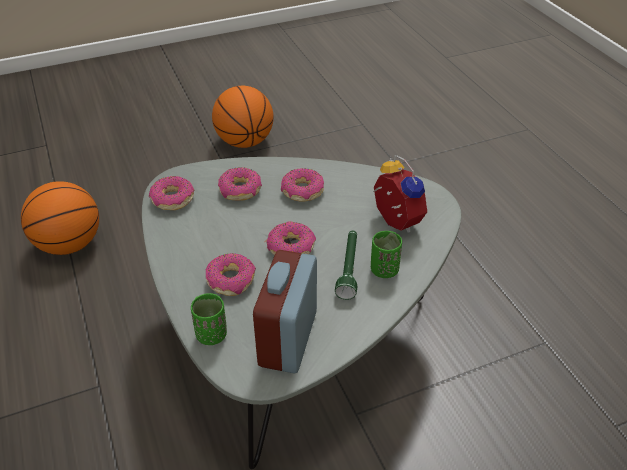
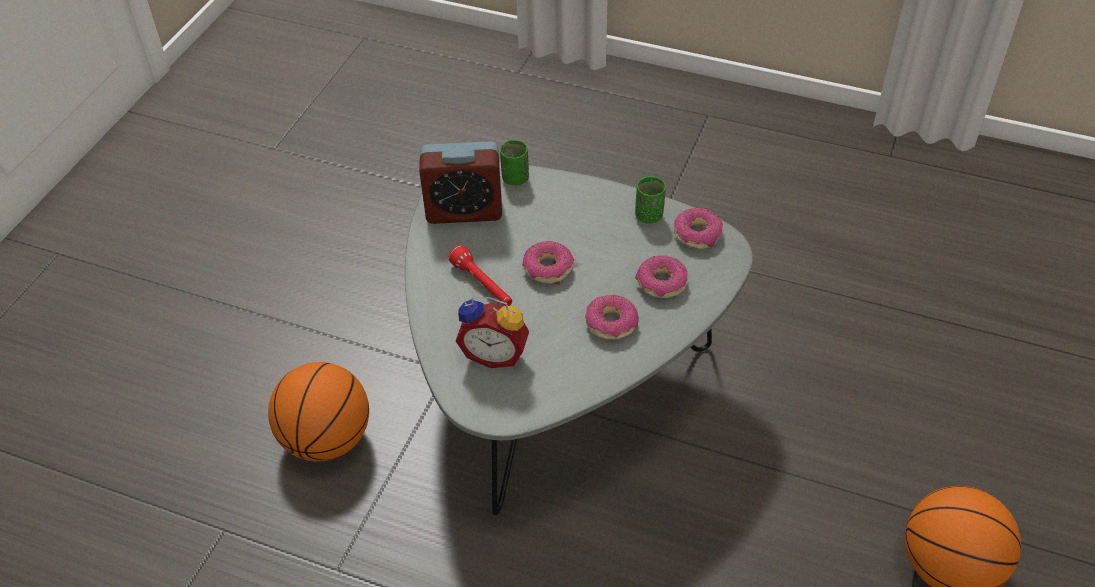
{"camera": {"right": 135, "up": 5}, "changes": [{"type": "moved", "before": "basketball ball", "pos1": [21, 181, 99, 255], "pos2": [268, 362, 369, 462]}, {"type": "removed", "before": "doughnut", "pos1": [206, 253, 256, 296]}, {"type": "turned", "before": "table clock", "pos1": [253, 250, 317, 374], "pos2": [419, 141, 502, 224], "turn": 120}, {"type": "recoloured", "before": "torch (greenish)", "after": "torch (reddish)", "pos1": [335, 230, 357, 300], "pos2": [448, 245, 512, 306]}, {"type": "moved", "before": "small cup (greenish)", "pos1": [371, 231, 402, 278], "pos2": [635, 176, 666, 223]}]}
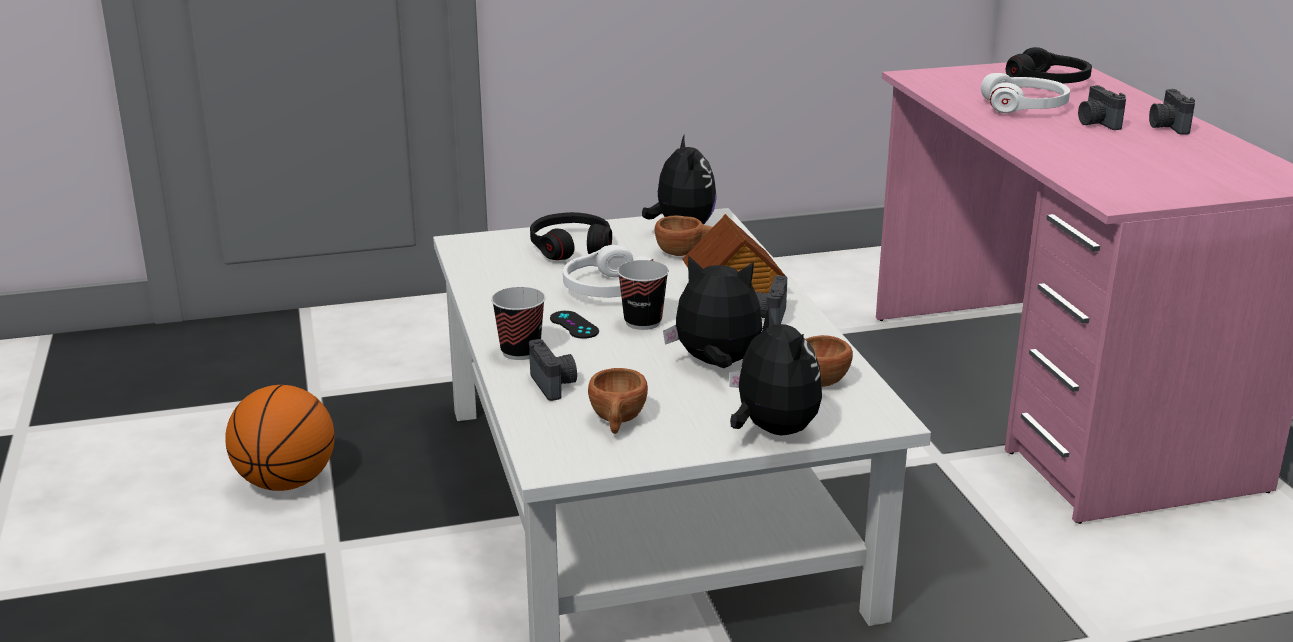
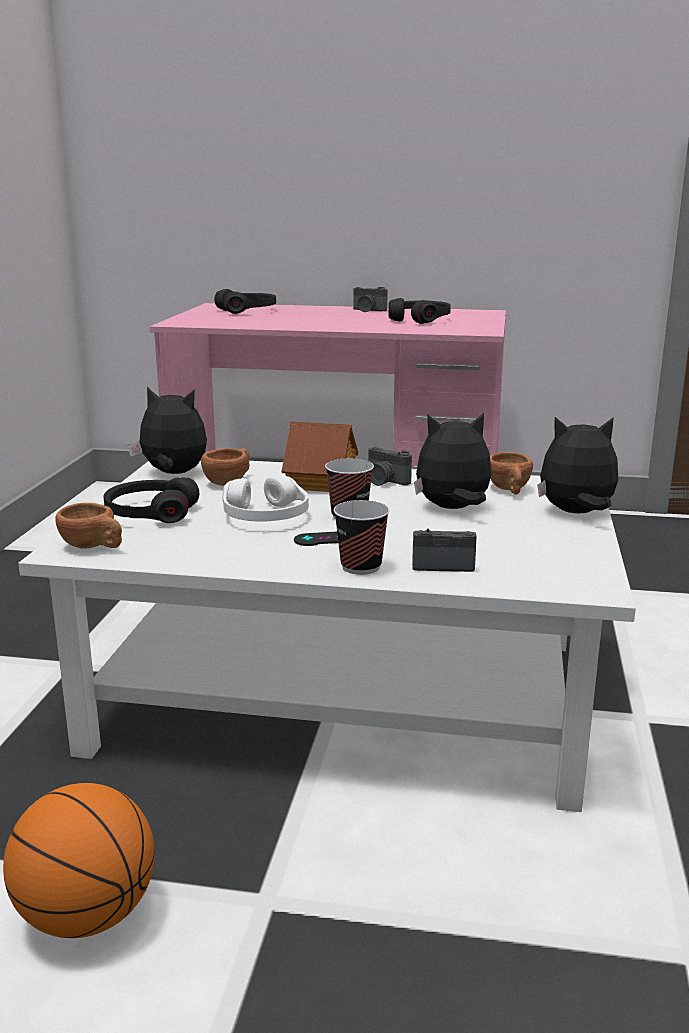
{"camera": {"right": -65, "up": -5}, "changes": [{"type": "moved", "before": "small cup (brown-coloured)", "pos1": [588, 368, 648, 434], "pos2": [55, 503, 122, 548]}, {"type": "turned", "before": "cuddly toy", "pos1": [663, 256, 763, 368], "pos2": [414, 413, 491, 509], "turn": 45}, {"type": "removed", "before": "pair of headphones (white)", "pos1": [981, 73, 1070, 113]}, {"type": "removed", "before": "photo camera", "pos1": [1078, 85, 1126, 130]}, {"type": "added", "after": "pair of headphones (black)", "pos2": [388, 298, 451, 324]}]}
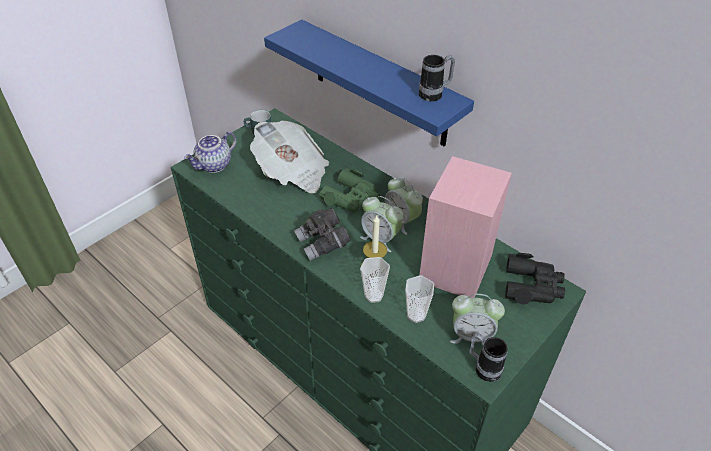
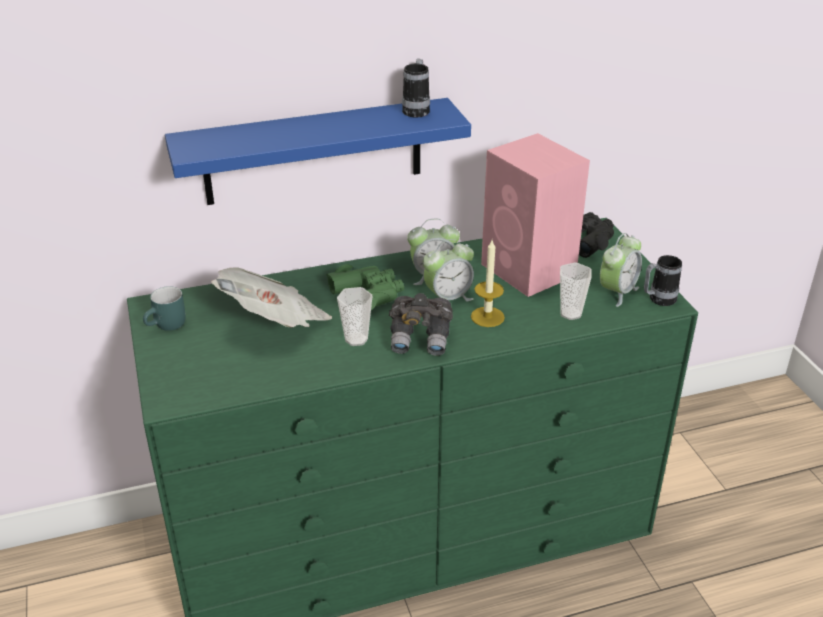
{"camera": {"right": -60, "up": -10}, "changes": [{"type": "removed", "before": "tea pot", "pos1": [184, 132, 237, 173]}, {"type": "moved", "before": "small cup", "pos1": [360, 257, 390, 303], "pos2": [337, 287, 372, 346]}]}
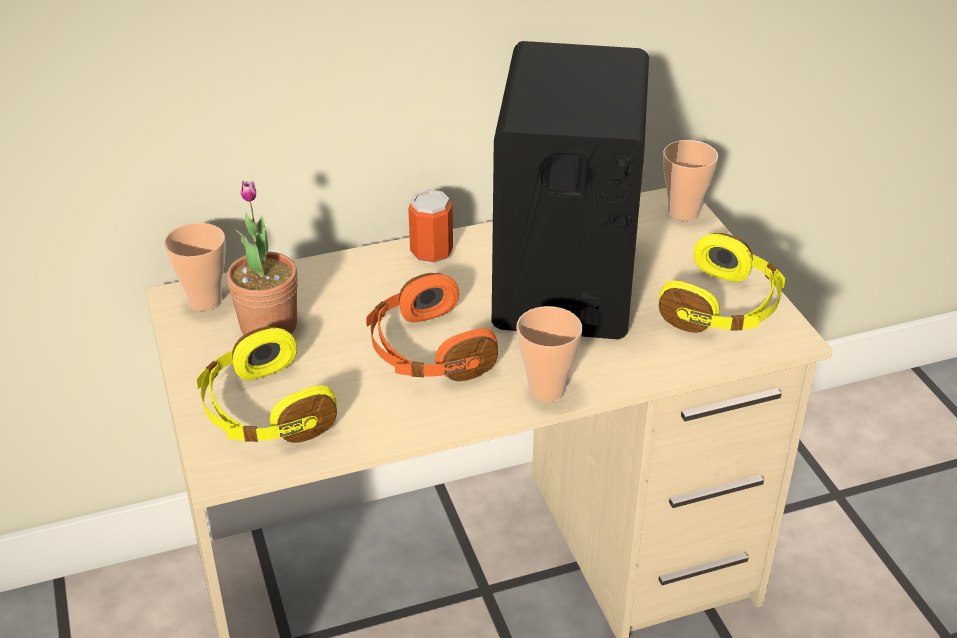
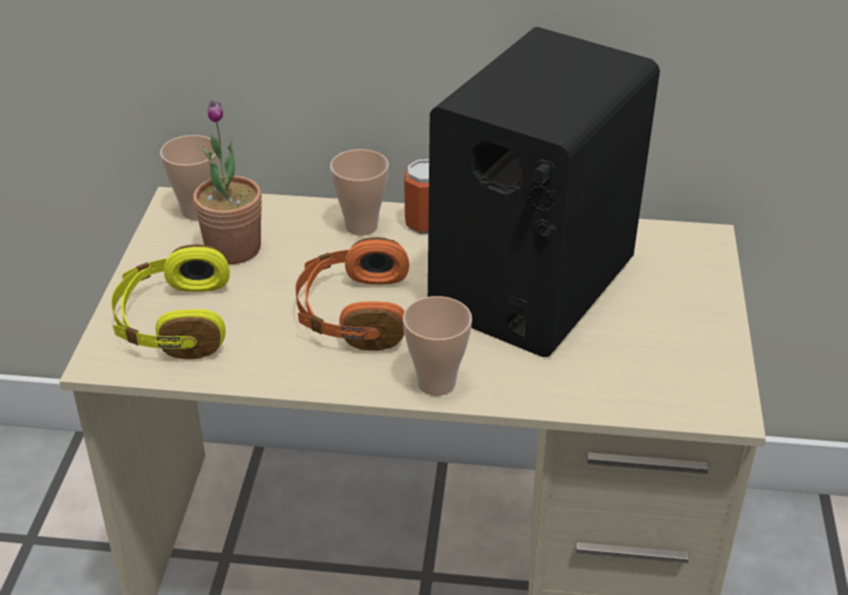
{"camera": {"right": 25, "up": 0}, "changes": [{"type": "removed", "before": "pair of headphones (yellowish)", "pos1": [659, 233, 786, 333]}, {"type": "moved", "before": "small cup", "pos1": [663, 140, 718, 221], "pos2": [330, 149, 389, 236]}]}
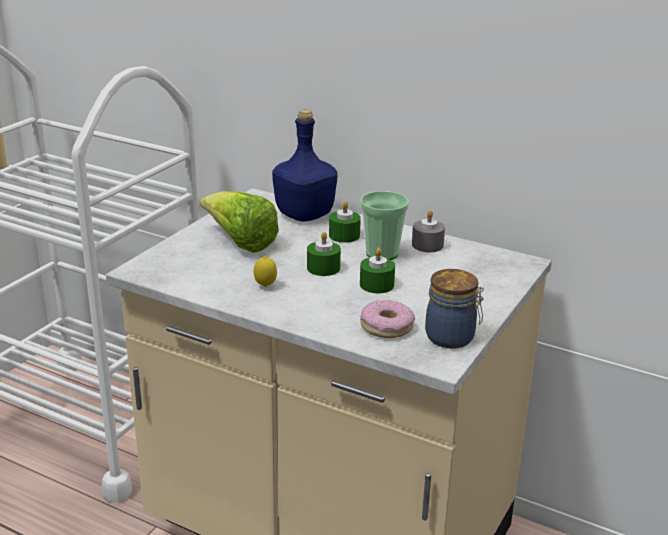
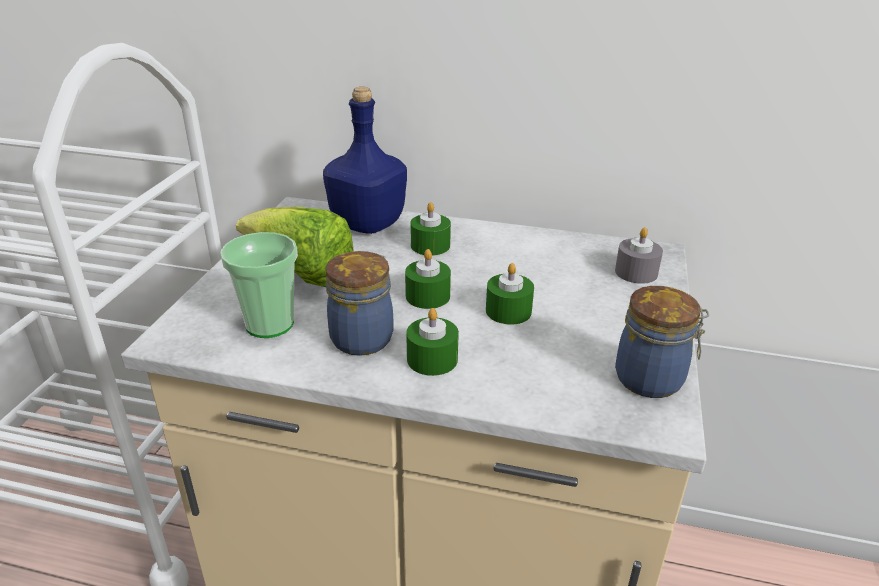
{"camera": {"right": -15, "up": 5}, "changes": [{"type": "replaced", "before": "lemon", "after": "preserve jar", "pos1": [254, 256, 277, 287], "pos2": [326, 251, 394, 356]}, {"type": "moved", "before": "small cup", "pos1": [360, 191, 409, 260], "pos2": [220, 232, 298, 338]}, {"type": "removed", "before": "doughnut", "pos1": [360, 300, 415, 338]}, {"type": "moved", "before": "wax candle (greyish)", "pos1": [412, 210, 445, 252], "pos2": [615, 227, 663, 284]}, {"type": "added", "after": "wax candle (greenish)", "pos2": [406, 308, 459, 376]}]}
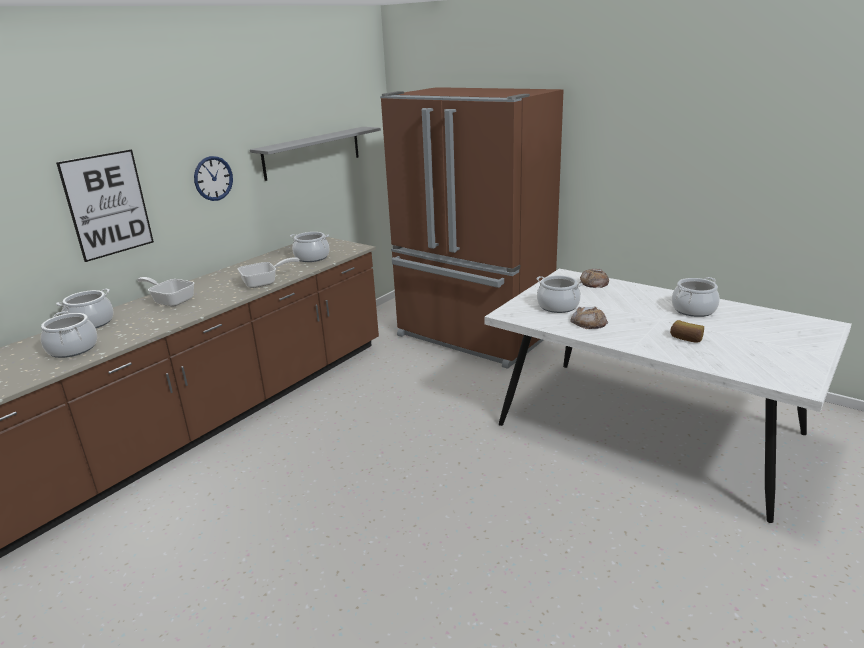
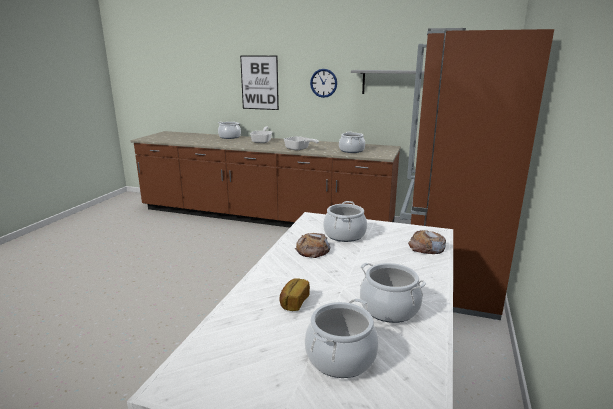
{"camera": {"right": 70, "up": -5}, "changes": [{"type": "moved", "before": "cooking pot", "pos1": [41, 311, 97, 358], "pos2": [305, 298, 379, 378]}]}
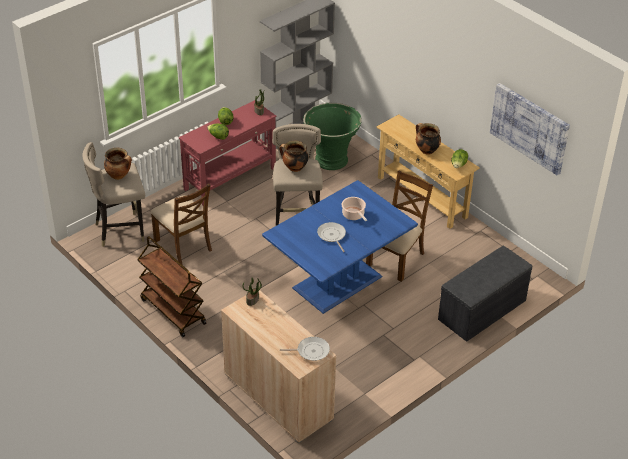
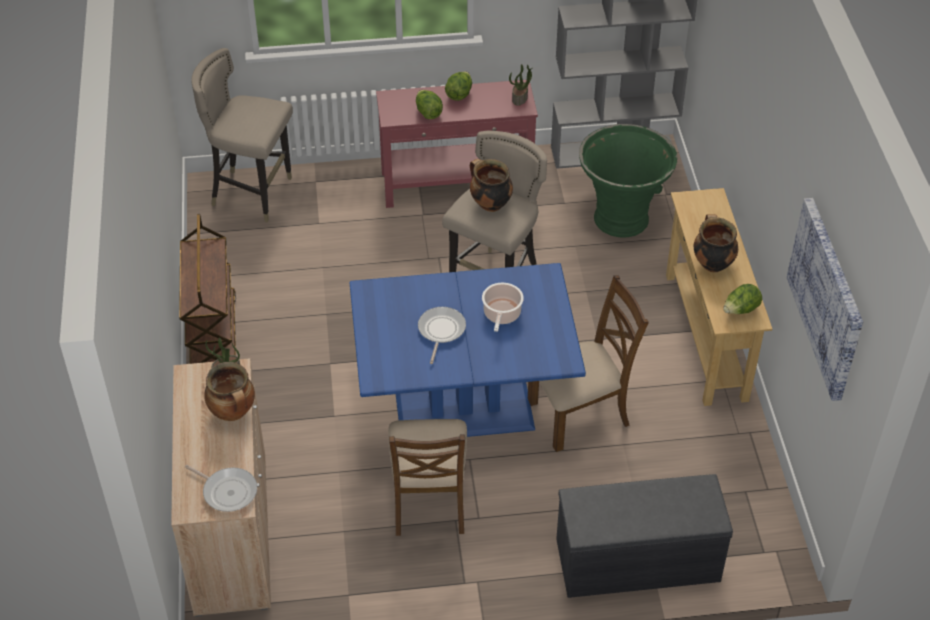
{"camera": {"right": 35, "up": 5}, "changes": [{"type": "moved", "before": "cooking pot", "pos1": [104, 148, 132, 180], "pos2": [204, 362, 255, 421]}, {"type": "moved", "before": "upright chair (brown-coloured)", "pos1": [151, 183, 212, 265], "pos2": [388, 419, 467, 536]}]}
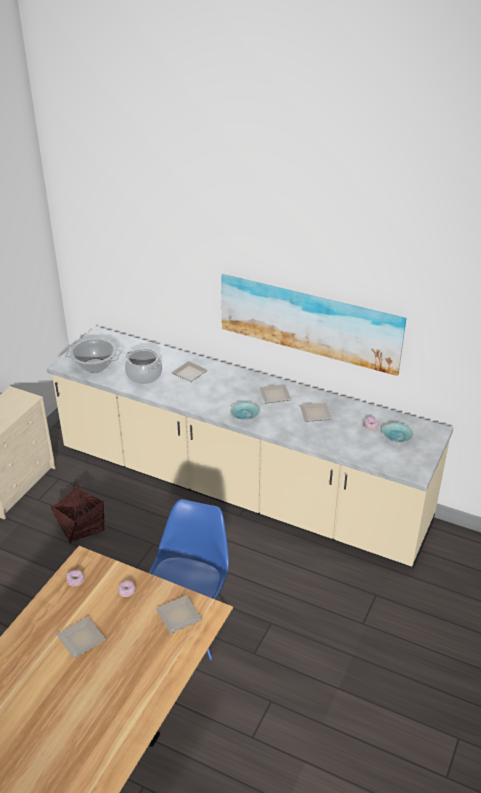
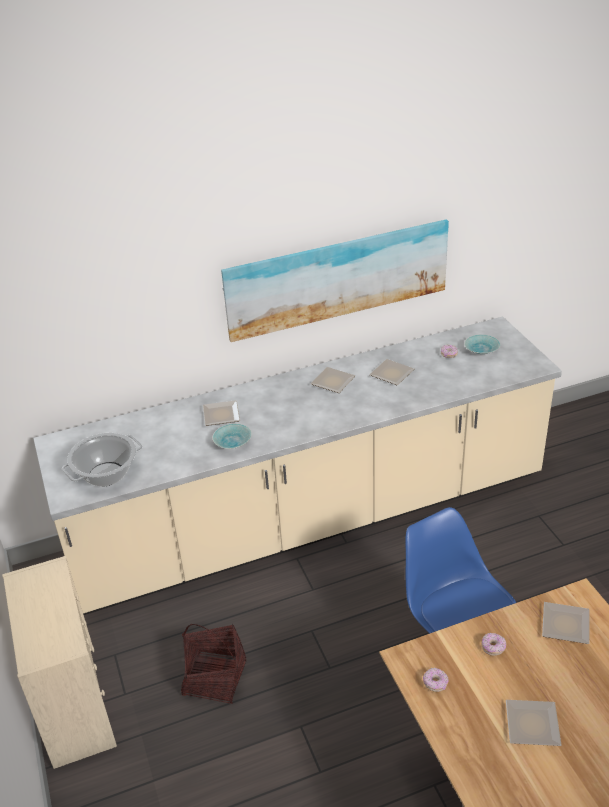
{"camera": {"right": -45, "up": 0}, "changes": [{"type": "removed", "before": "cooking pot", "pos1": [125, 348, 162, 384]}, {"type": "moved", "before": "serving bowl (blue-green)", "pos1": [230, 402, 260, 420], "pos2": [212, 424, 252, 449]}]}
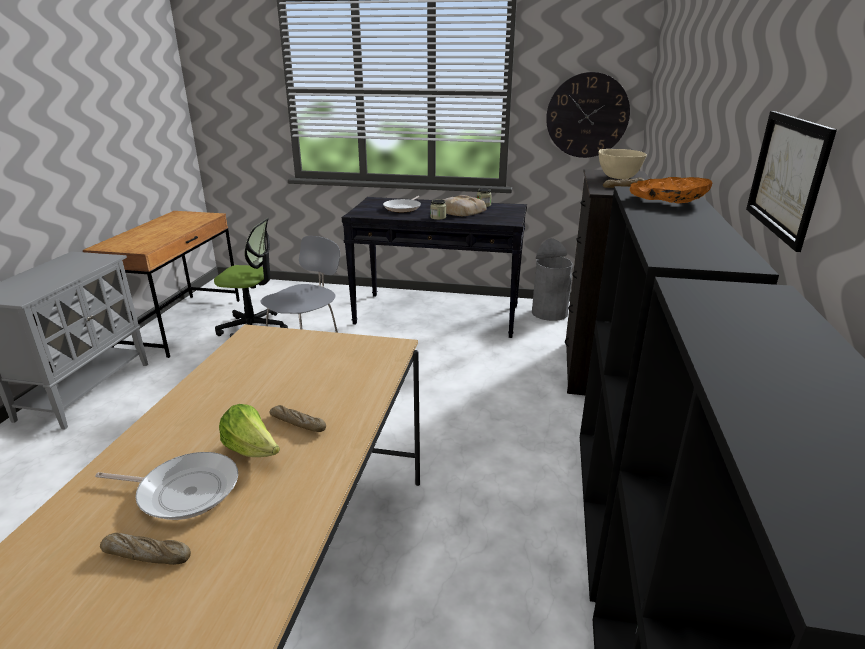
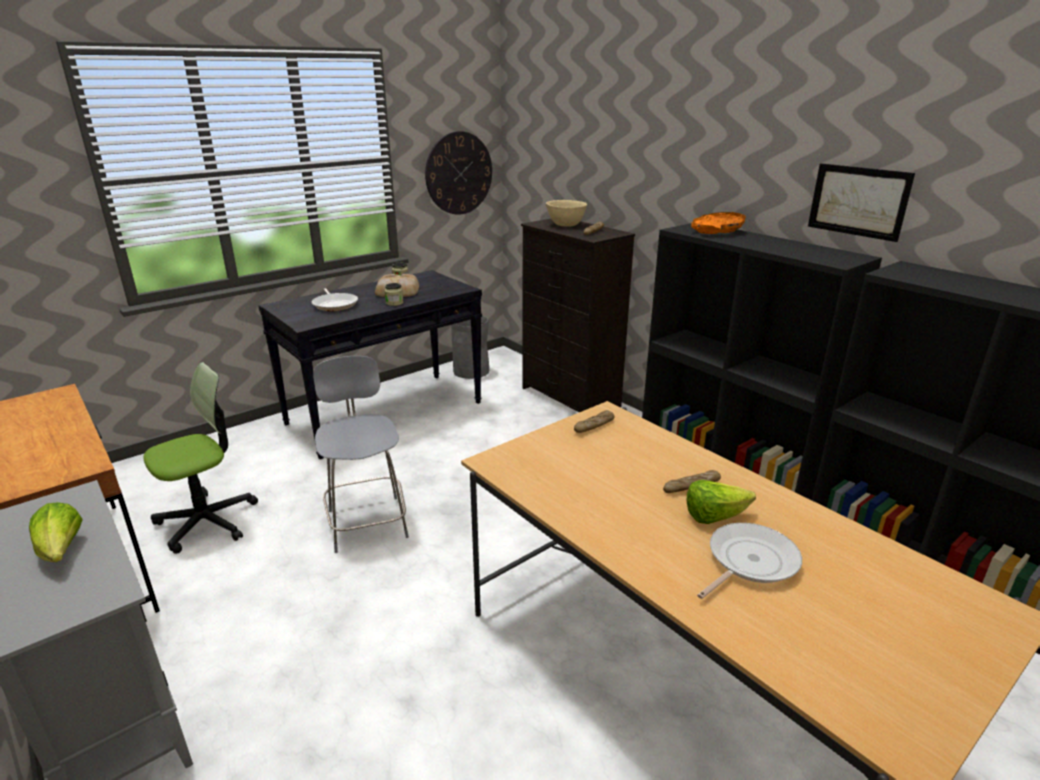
{"camera": {"right": -50, "up": 0}, "changes": [{"type": "moved", "before": "baked bread", "pos1": [100, 533, 191, 565], "pos2": [574, 410, 615, 433]}, {"type": "added", "after": "head of lettuce", "pos2": [29, 502, 83, 562]}]}
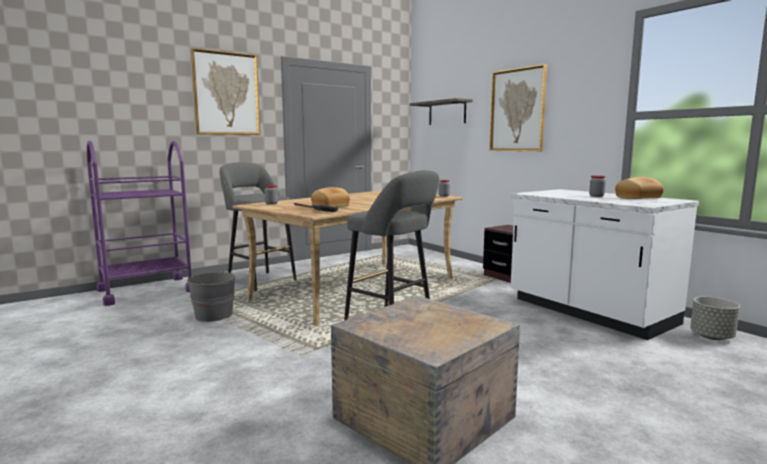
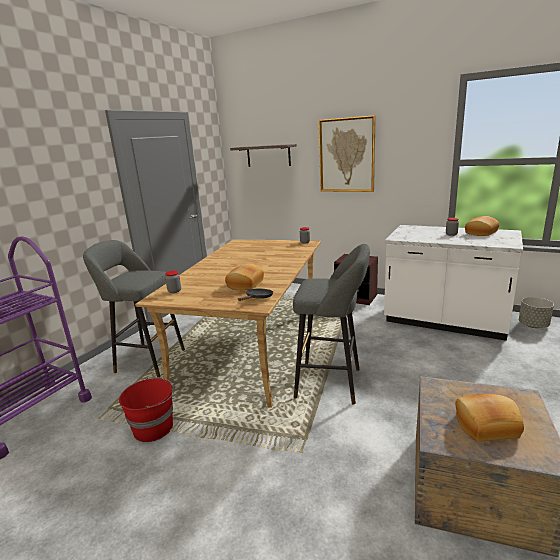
{"camera": {"right": -25, "up": 10}, "changes": [{"type": "recoloured", "before": "pail (greyish)", "after": "pail (reddish)", "pos1": [187, 271, 238, 322], "pos2": [119, 377, 175, 442]}, {"type": "removed", "before": "picture", "pos1": [191, 48, 261, 135]}, {"type": "added", "after": "baked bread", "pos2": [455, 394, 524, 442]}]}
